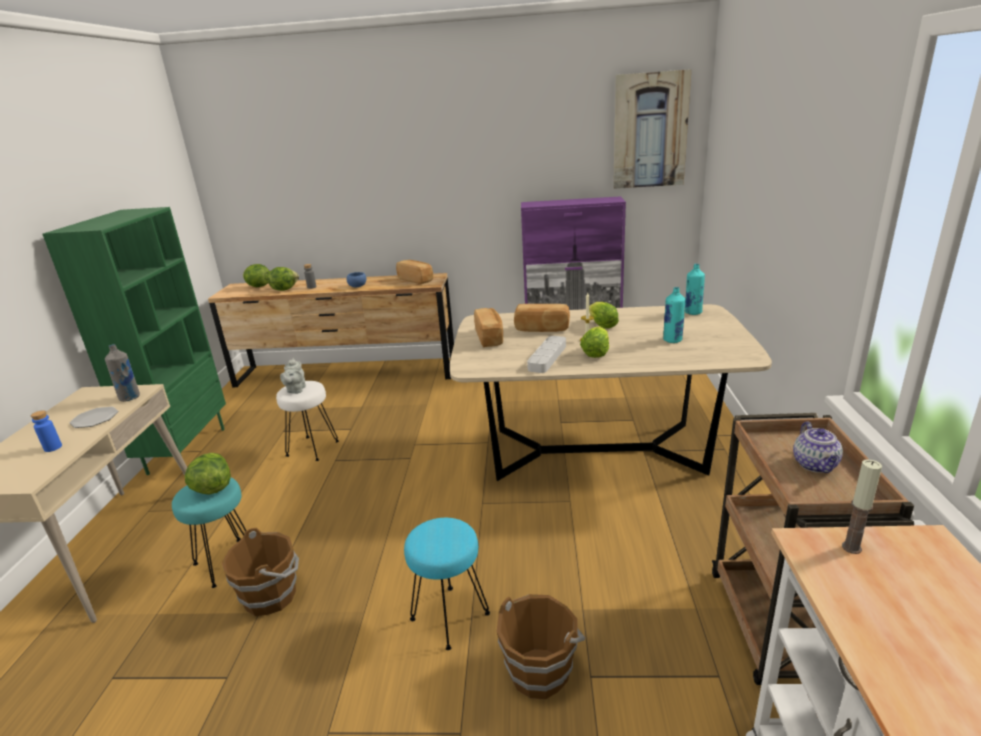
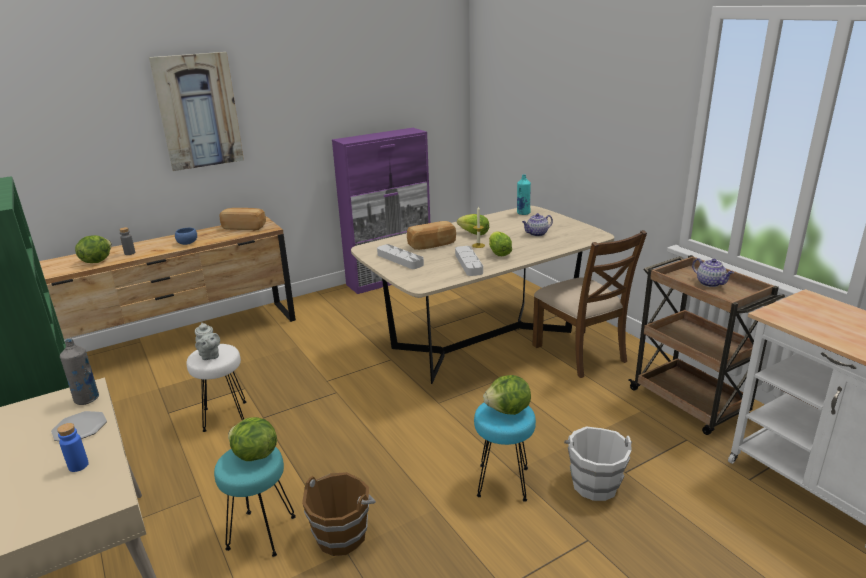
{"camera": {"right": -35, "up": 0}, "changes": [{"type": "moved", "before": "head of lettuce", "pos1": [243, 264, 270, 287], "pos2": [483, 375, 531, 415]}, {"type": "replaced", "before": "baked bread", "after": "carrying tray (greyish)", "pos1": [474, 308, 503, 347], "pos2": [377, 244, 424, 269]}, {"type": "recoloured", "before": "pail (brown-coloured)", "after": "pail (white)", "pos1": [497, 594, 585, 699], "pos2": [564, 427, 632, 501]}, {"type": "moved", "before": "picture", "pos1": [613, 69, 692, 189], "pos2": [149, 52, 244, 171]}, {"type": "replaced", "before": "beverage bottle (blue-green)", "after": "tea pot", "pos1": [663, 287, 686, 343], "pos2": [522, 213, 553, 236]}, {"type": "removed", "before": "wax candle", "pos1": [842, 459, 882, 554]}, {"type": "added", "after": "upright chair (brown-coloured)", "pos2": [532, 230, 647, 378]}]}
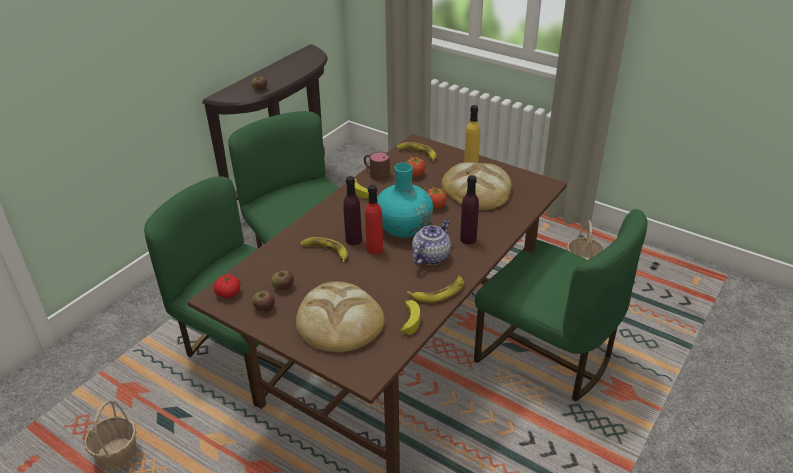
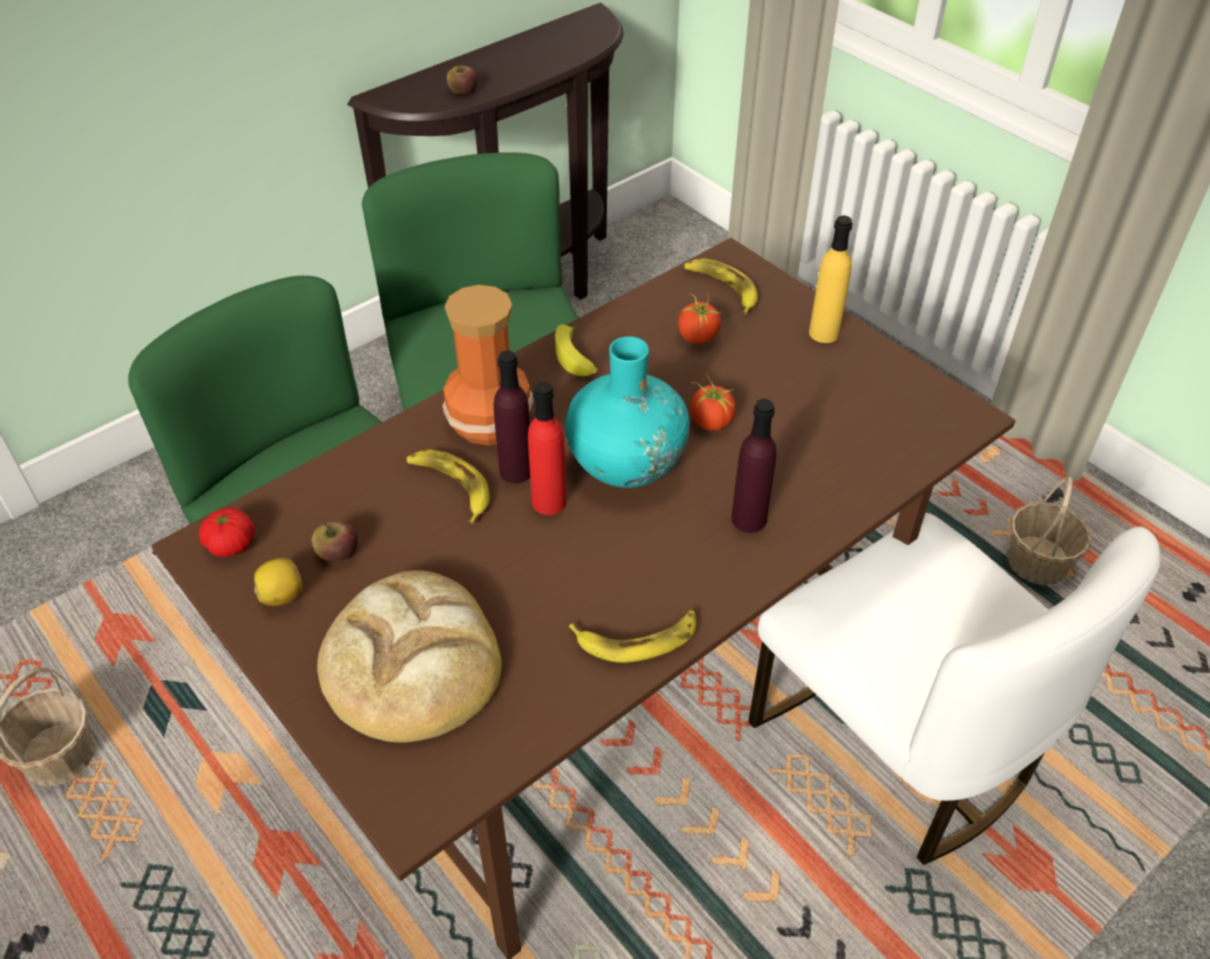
{"camera": {"right": 15, "up": 10}, "changes": [{"type": "replaced", "before": "apple fruit", "after": "lemon", "pos1": [252, 290, 275, 312], "pos2": [254, 558, 302, 606]}, {"type": "removed", "before": "coffee mug (brown-coloured)", "pos1": [364, 152, 390, 181]}, {"type": "removed", "before": "banana", "pos1": [399, 300, 420, 335]}, {"type": "removed", "before": "tea pot", "pos1": [412, 219, 451, 265]}, {"type": "removed", "before": "baked bread", "pos1": [441, 162, 512, 210]}, {"type": "recoloured", "before": "upright chair (greenish)", "after": "upright chair (white)", "pos1": [474, 209, 648, 402], "pos2": [748, 513, 1161, 865]}, {"type": "added", "after": "decorative vase", "pos2": [443, 285, 533, 446]}]}
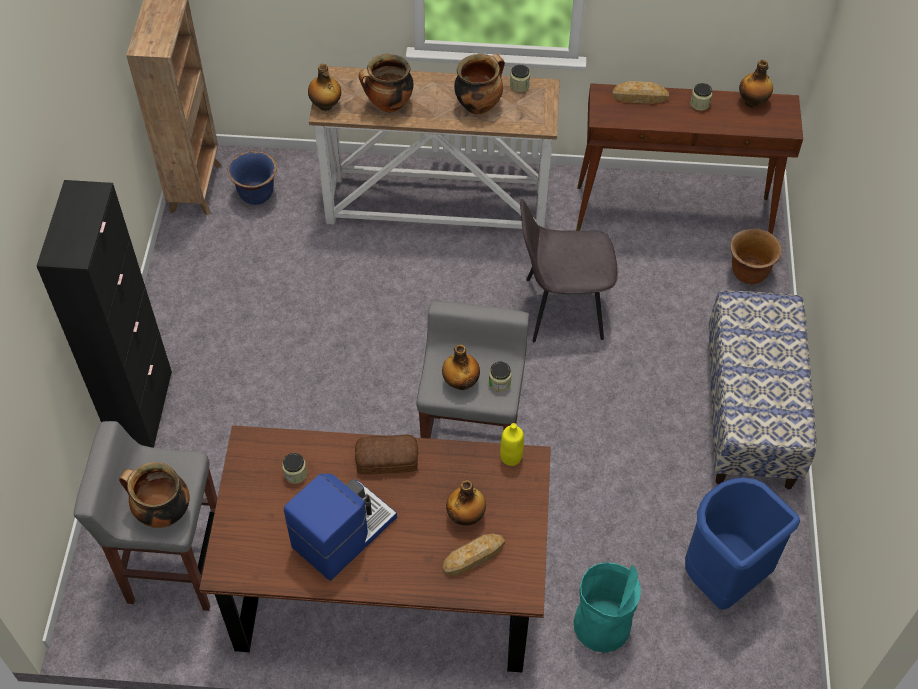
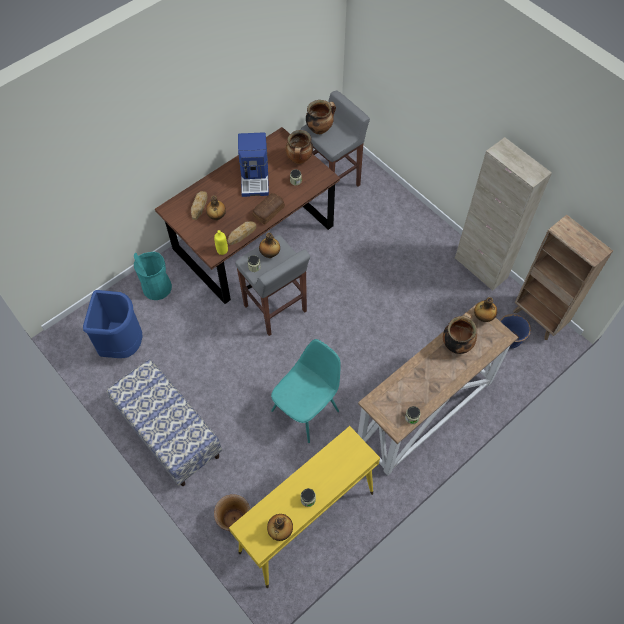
{"camera": {"right": 135, "up": 5}, "changes": [{"type": "removed", "before": "cupboard (black)", "pos1": [37, 180, 172, 448]}, {"type": "moved", "before": "cooking pot", "pos1": [454, 54, 505, 114], "pos2": [285, 130, 313, 164]}, {"type": "recoloured", "before": "upright chair (greyish)", "after": "upright chair (blue-green)", "pos1": [520, 199, 618, 342], "pos2": [271, 339, 341, 443]}, {"type": "recoloured", "before": "hall table (brown-coloured)", "after": "hall table (yellowish)", "pos1": [576, 83, 803, 235], "pos2": [229, 426, 380, 588]}, {"type": "moved", "before": "baked bread", "pos1": [612, 81, 669, 104], "pos2": [227, 221, 256, 245]}, {"type": "added", "after": "cupboard (beige)", "pos2": [455, 137, 552, 291]}]}
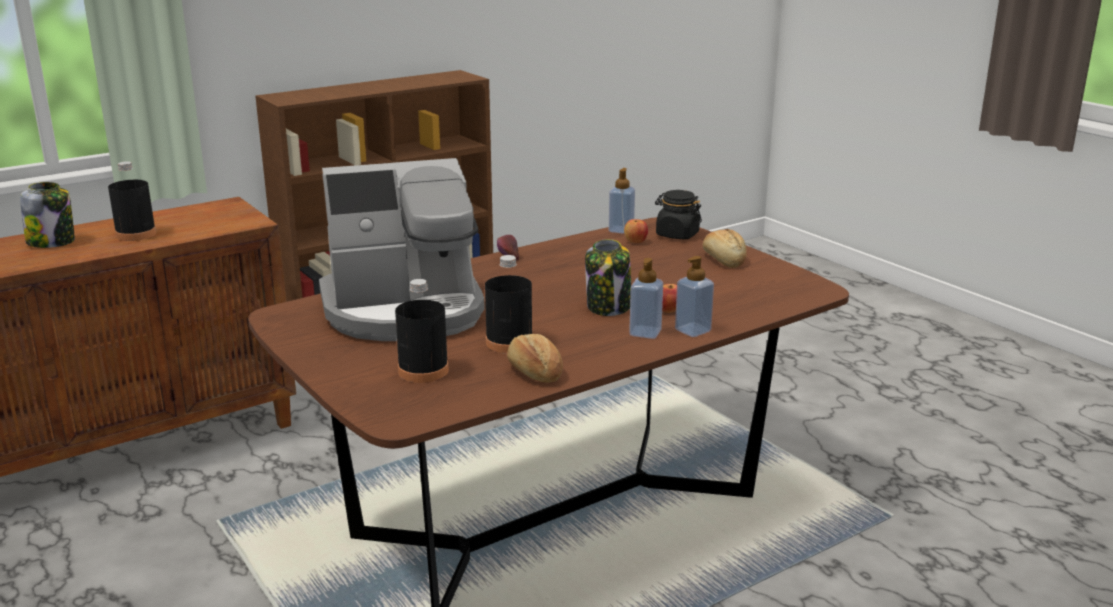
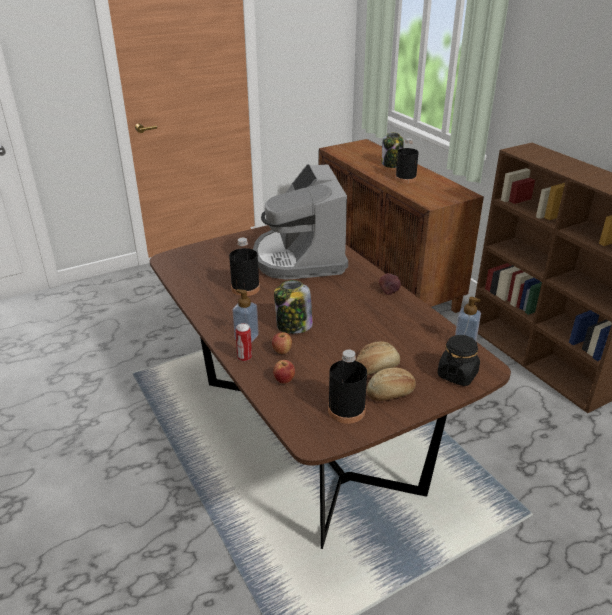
{"camera": {"right": 95, "up": 10}, "changes": [{"type": "moved", "before": "beverage bottle (black)", "pos1": [395, 279, 449, 383], "pos2": [328, 350, 367, 424]}, {"type": "moved", "before": "baked bread", "pos1": [507, 334, 563, 382], "pos2": [356, 341, 400, 375]}, {"type": "moved", "before": "apple fruit", "pos1": [624, 219, 648, 243], "pos2": [273, 360, 295, 384]}, {"type": "replaced", "before": "liquid soap bottle", "after": "sealed can", "pos1": [675, 256, 714, 337], "pos2": [235, 323, 252, 361]}]}
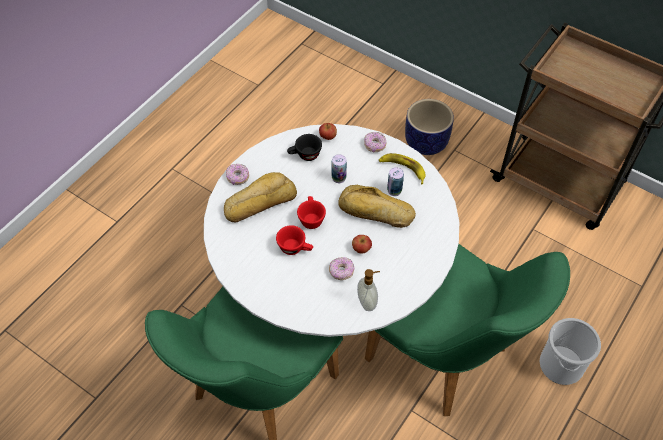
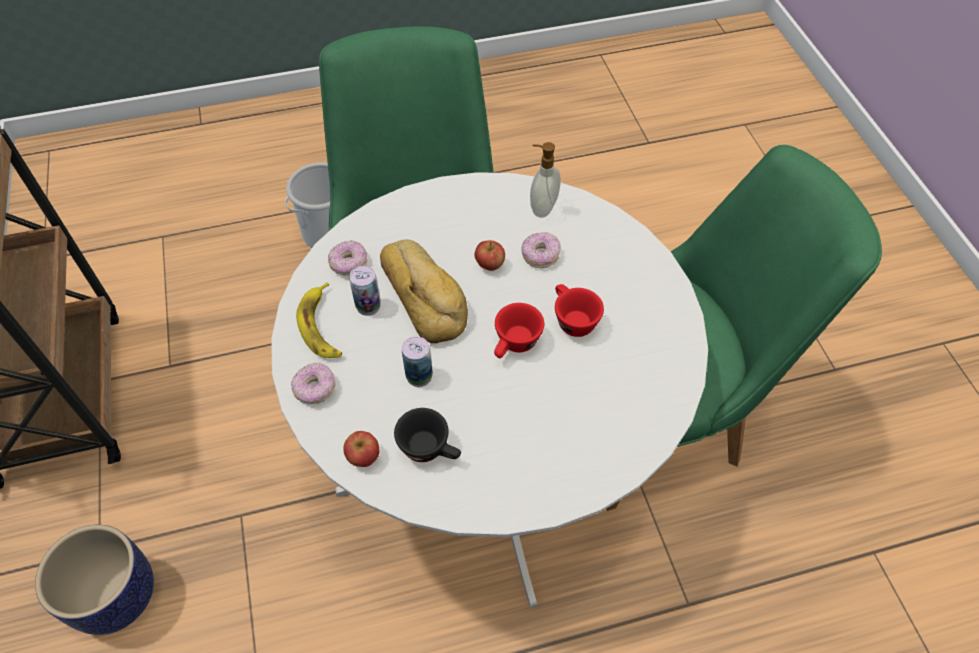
{"camera": {"right": -140, "up": 0}, "changes": [{"type": "removed", "before": "baked bread", "pos1": [224, 172, 297, 222]}, {"type": "moved", "before": "doughnut", "pos1": [226, 164, 249, 185], "pos2": [328, 240, 367, 275]}]}
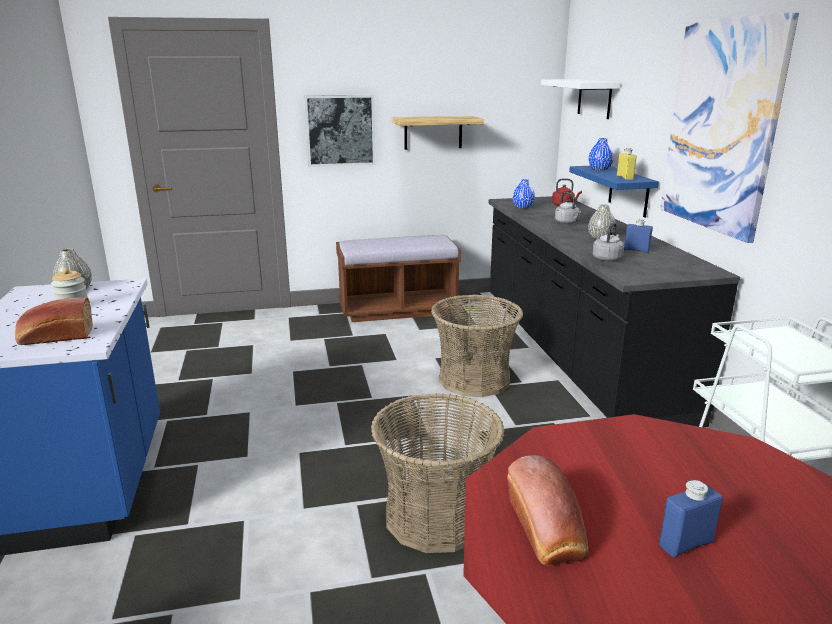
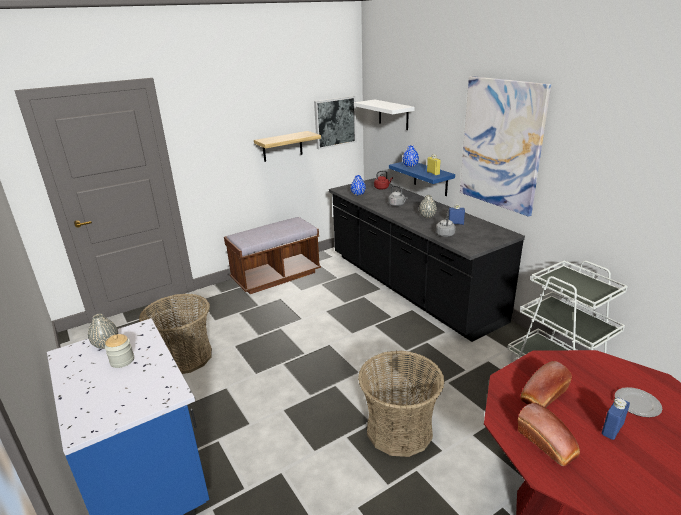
{"camera": {"right": -20, "up": 5}, "changes": [{"type": "moved", "before": "baked bread", "pos1": [15, 297, 93, 345], "pos2": [521, 361, 572, 408]}, {"type": "moved", "before": "picture", "pos1": [304, 95, 376, 167], "pos2": [314, 96, 356, 150]}, {"type": "moved", "before": "household basket", "pos1": [431, 295, 523, 397], "pos2": [139, 294, 212, 374]}, {"type": "added", "after": "plate", "pos2": [615, 387, 662, 417]}]}
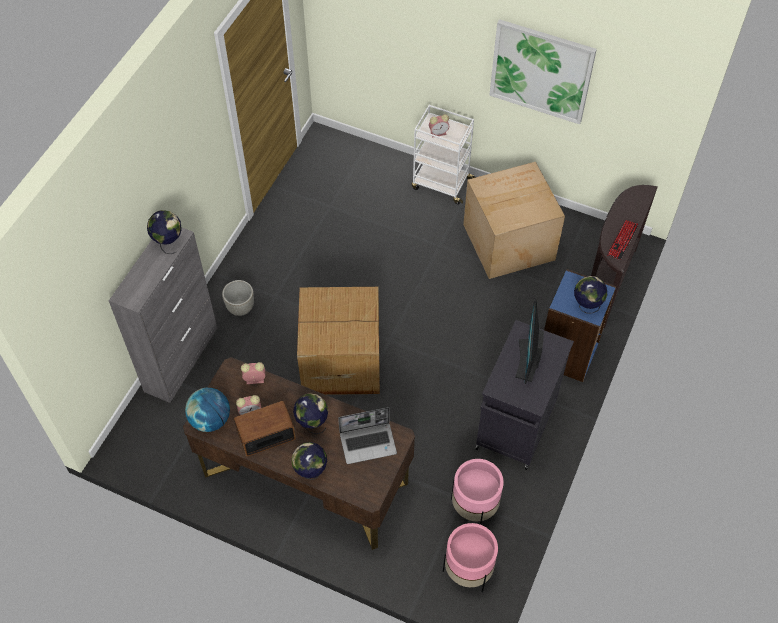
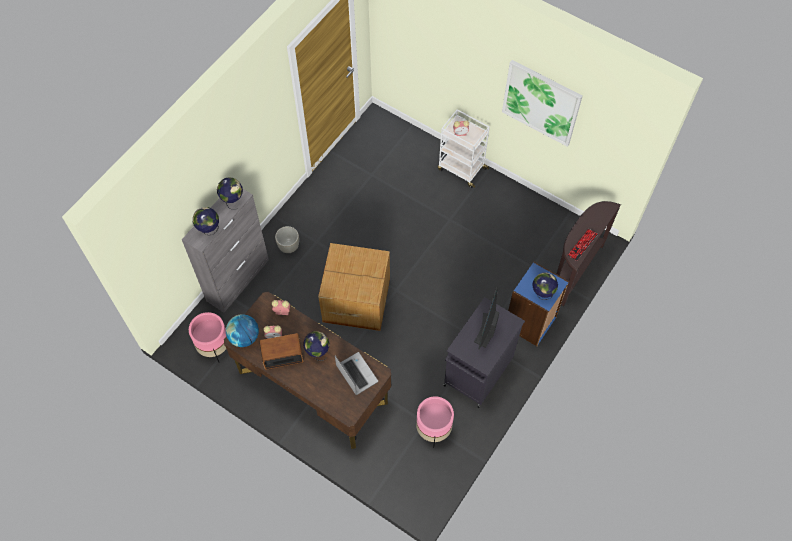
{"camera": {"right": 10, "up": 5}, "changes": [{"type": "moved", "before": "world globe", "pos1": [291, 442, 327, 480], "pos2": [193, 207, 219, 236]}, {"type": "turned", "before": "notebook computer", "pos1": [338, 407, 397, 464], "pos2": [335, 352, 378, 395], "turn": -120}, {"type": "moved", "before": "flower pot (pinkish)", "pos1": [443, 523, 498, 593], "pos2": [189, 312, 226, 363]}, {"type": "removed", "before": "cardboard box", "pos1": [463, 162, 565, 279]}]}
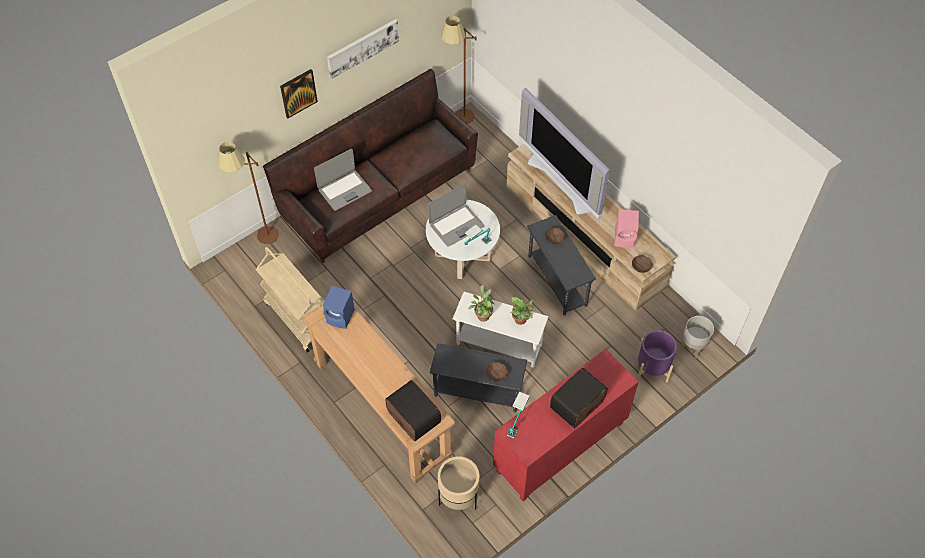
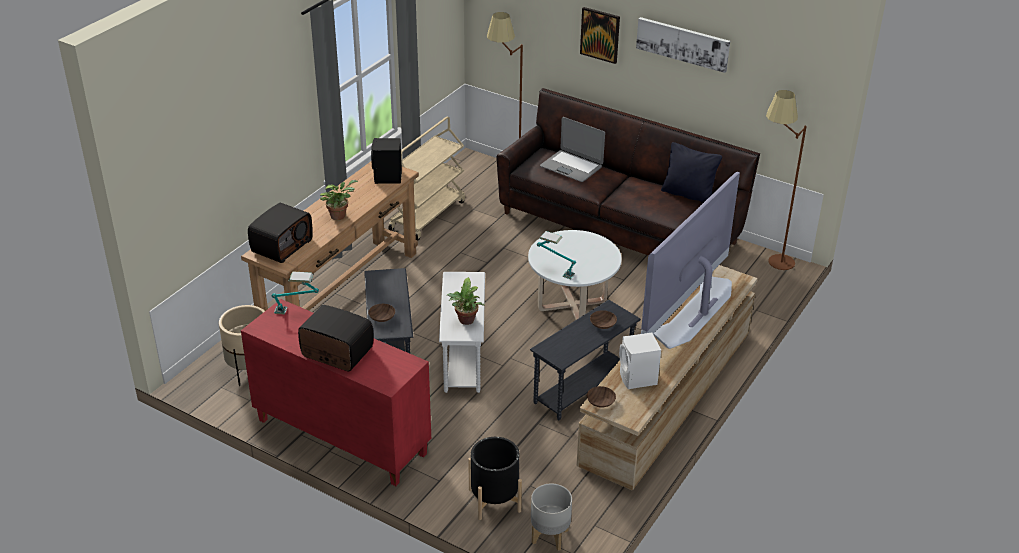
{"camera": {"right": 70, "up": -20}, "changes": [{"type": "recoloured", "before": "audio speaker (blue-coloured)", "after": "audio speaker (black)", "pos1": [323, 286, 355, 329], "pos2": [371, 138, 402, 184]}, {"type": "removed", "before": "notebook computer", "pos1": [428, 184, 484, 247]}, {"type": "moved", "before": "plant in a pot", "pos1": [468, 284, 494, 322], "pos2": [320, 180, 358, 220]}, {"type": "recoloured", "before": "audio speaker (pinkish)", "after": "audio speaker (white)", "pos1": [614, 209, 639, 248], "pos2": [619, 332, 661, 389]}, {"type": "recoloured", "before": "flower pot (purple-coloured)", "after": "flower pot (black)", "pos1": [637, 330, 677, 382], "pos2": [468, 437, 522, 520]}, {"type": "added", "after": "throw pillow (black)", "pos2": [661, 142, 722, 203]}]}
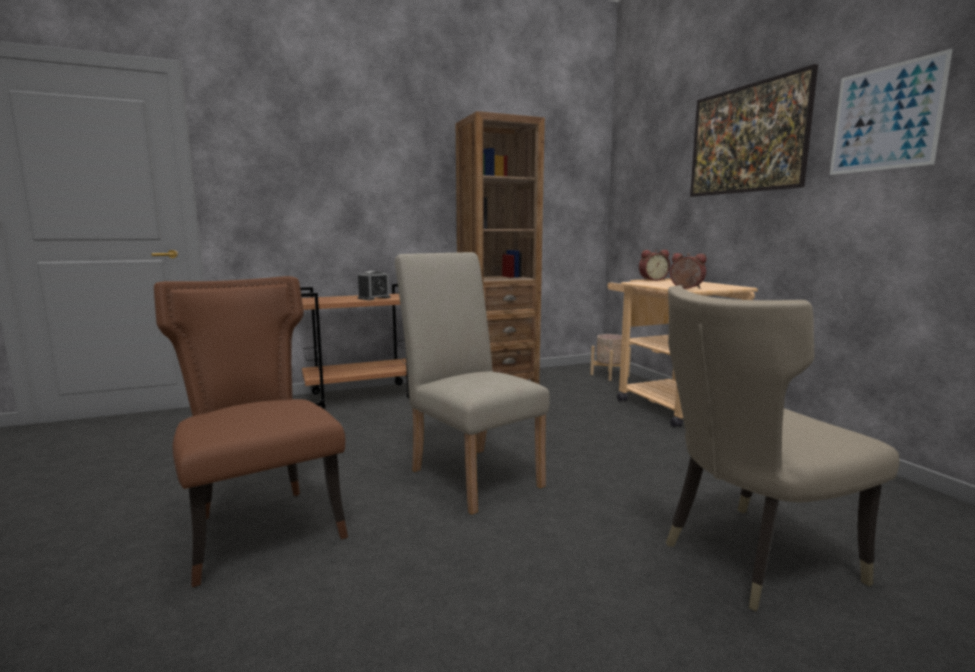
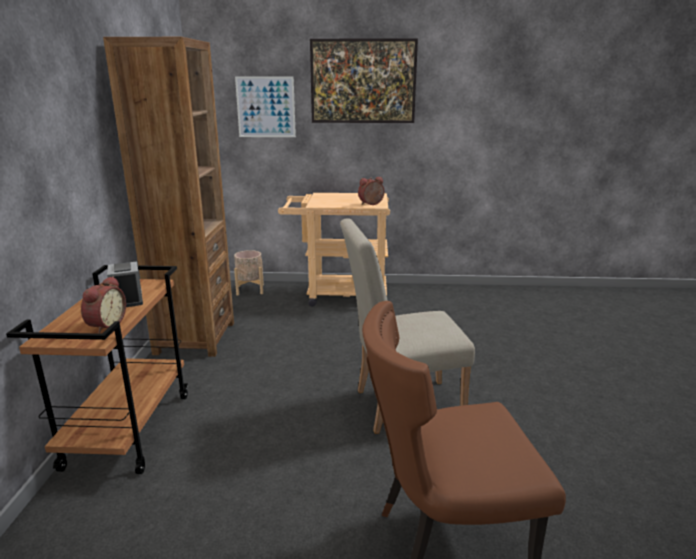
{"camera": {"right": -65, "up": 10}, "changes": [{"type": "moved", "before": "table clock", "pos1": [639, 250, 670, 281], "pos2": [81, 276, 126, 333]}, {"type": "removed", "before": "upright chair (beige)", "pos1": [666, 285, 899, 611]}, {"type": "moved", "before": "picture", "pos1": [830, 49, 953, 175], "pos2": [235, 77, 296, 137]}]}
